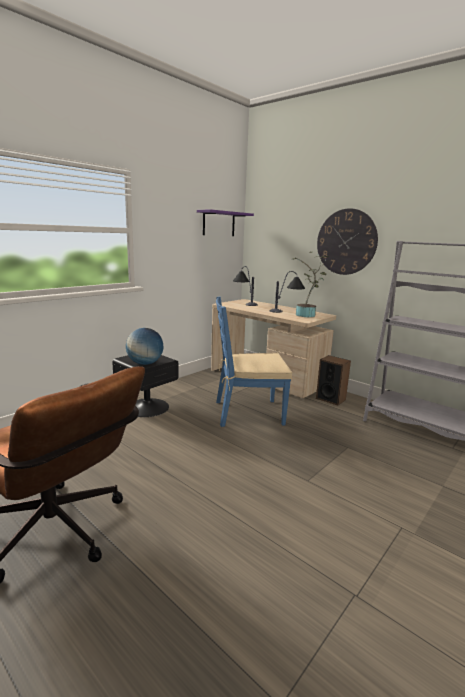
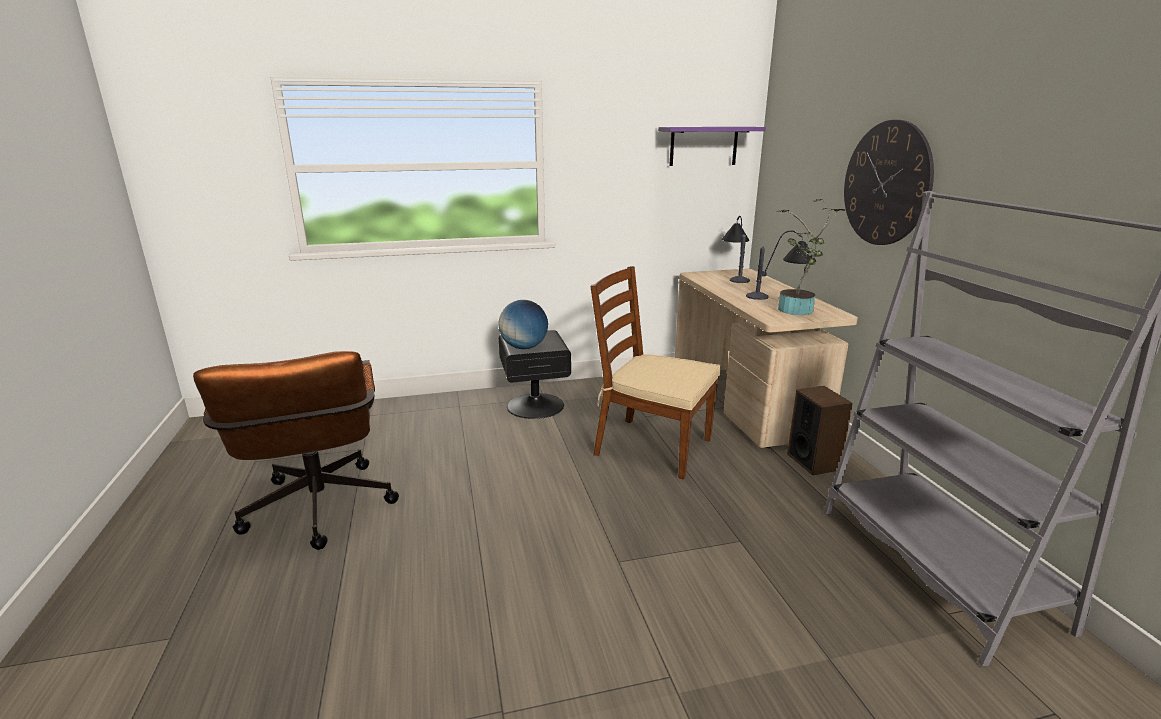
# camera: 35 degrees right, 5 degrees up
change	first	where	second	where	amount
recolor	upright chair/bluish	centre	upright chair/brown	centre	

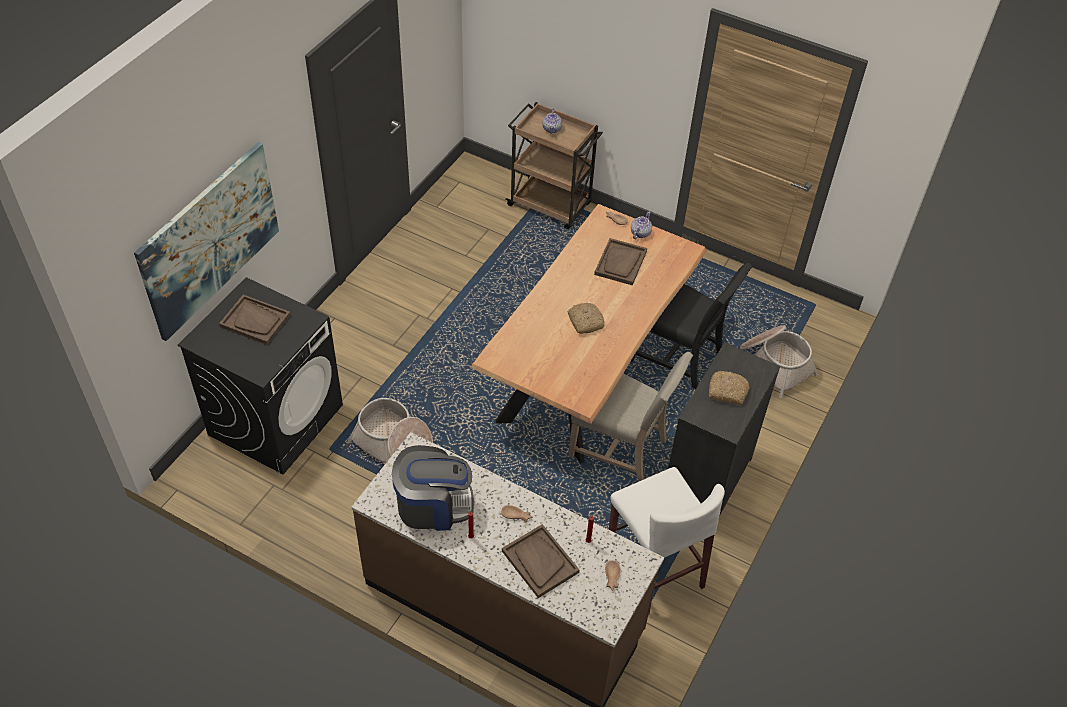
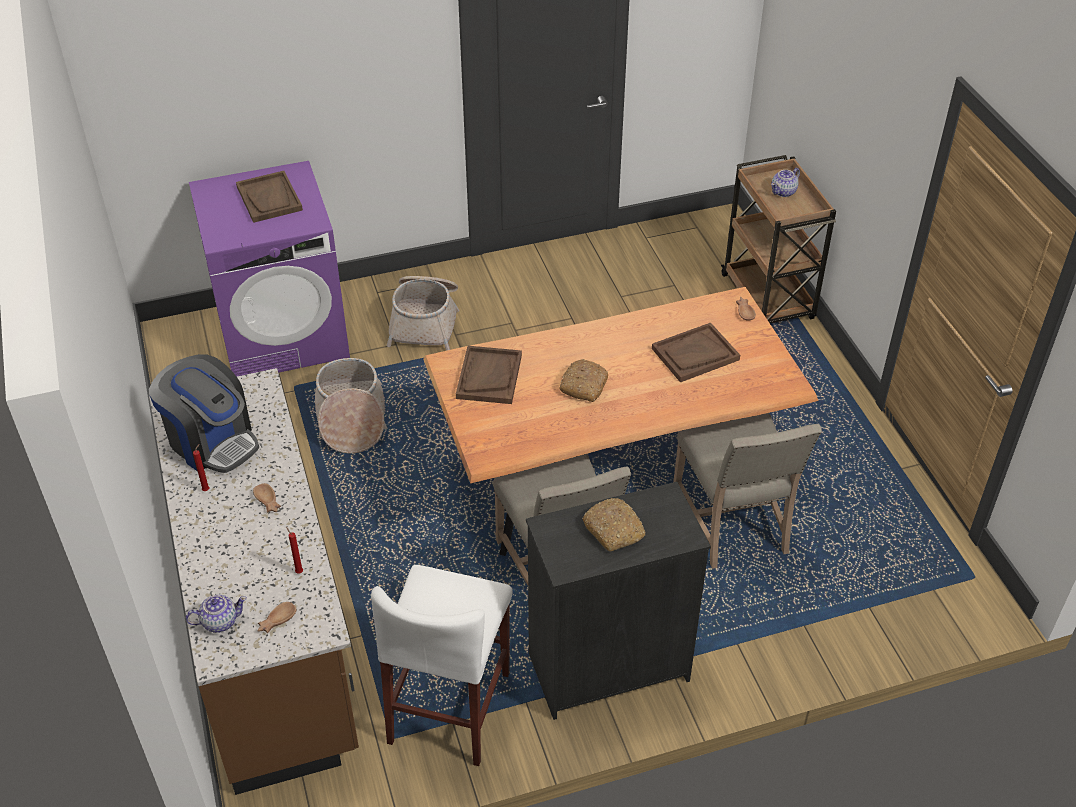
# camera: 45 degrees right, 5 degrees down
change	first	where	second	where	amount
delete	wall art	middle left			
move	teapot (2nd from left in the first image)	top centre	teapot (1st from left)	bottom left	
recolor	upright chair/black-coloured	centre	upright chair/beige-coloured (2nd from left)	middle right	
recolor	laundry appliance/black-coloured	middle left	laundry appliance/purple	middle left	
move	storage basket (2nd from left)	middle right		centre	
move	serving tray/brown (2nd from left)	bottom centre		centre	

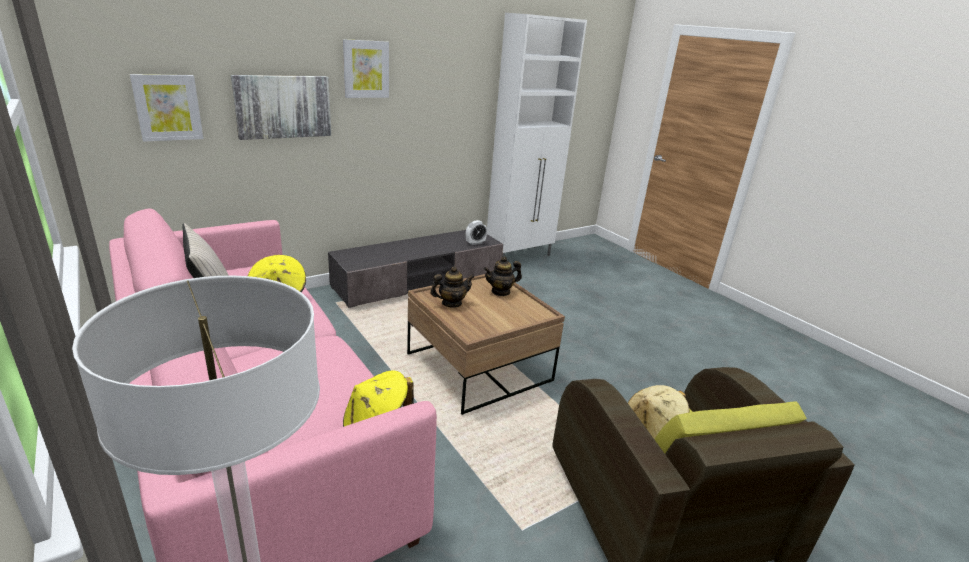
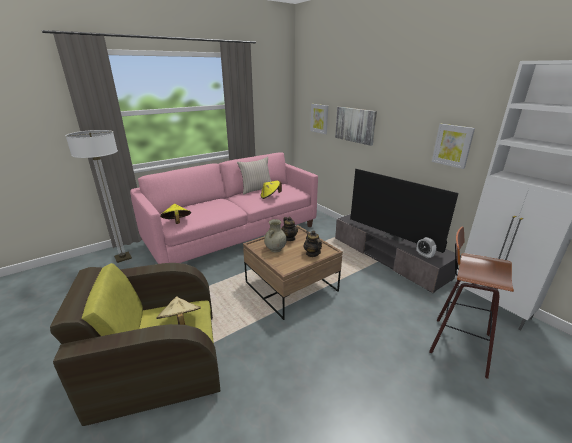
# camera: 90 degrees right, 0 degrees up
change	first	where	second	where	amount
move	wall art (3rd from left)	top centre		top right	
insert			television	middle right	
insert			flower vase/beige-coloured	centre	
insert			sitting stool	bottom right	

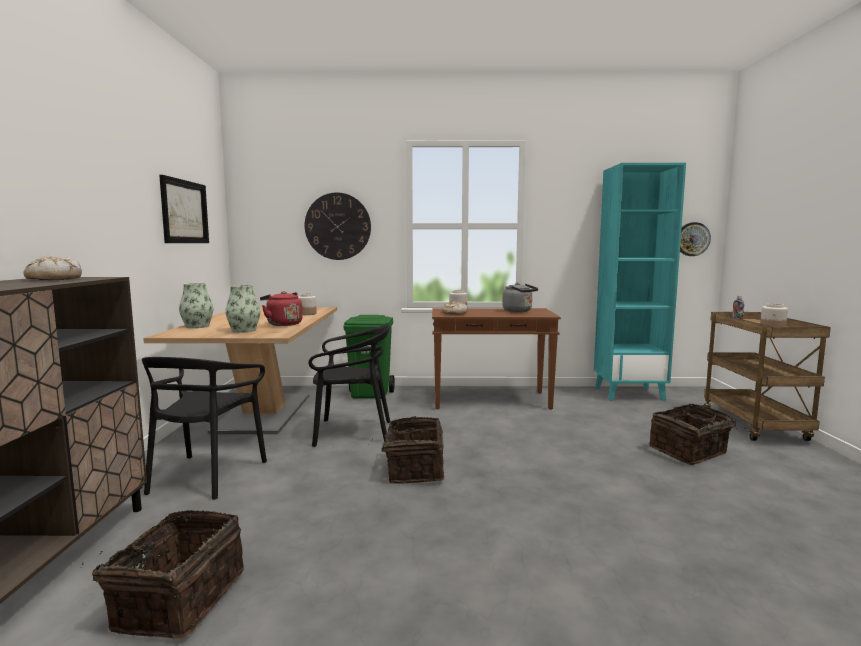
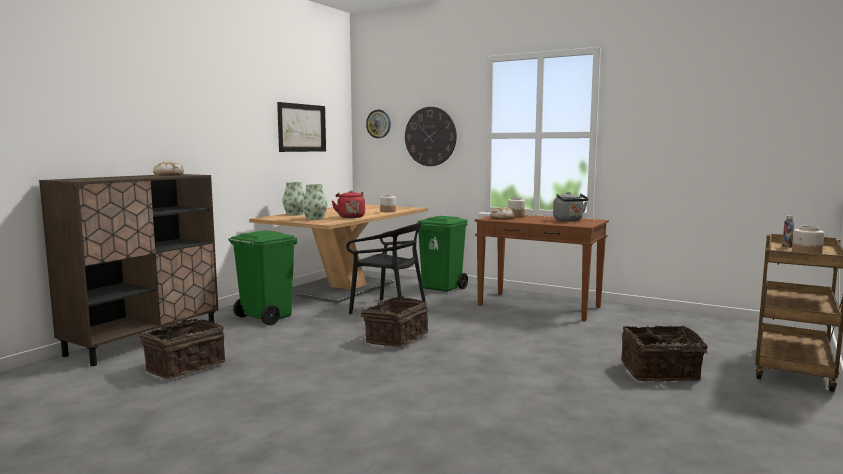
# camera: 30 degrees right, 0 degrees up
change	first	where	second	where	amount
delete	bookshelf/blue-green	middle right			
move	wall clock (2nd from left in the first image)	middle right	wall clock (1st from left)	top centre	
replace	upright chair/black-coloured (1st from left)	middle left	waste bin/green (1st from left)	middle left	

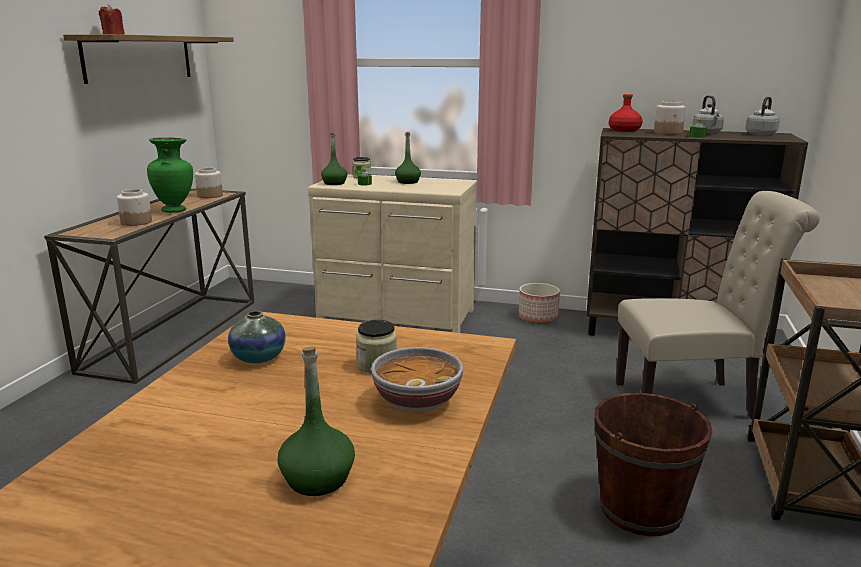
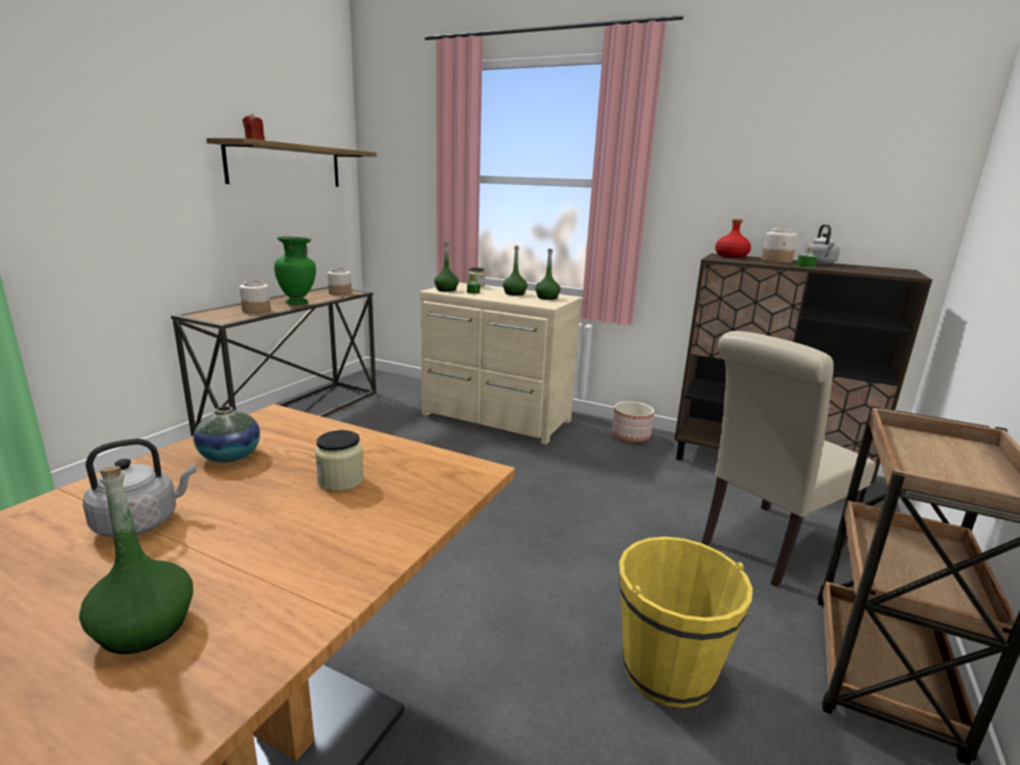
# camera: 10 degrees right, 0 degrees up
change	first	where	second	where	amount
move	kettle/greyish (2nd from left in the first image)	top right	kettle/greyish (1st from left)	middle left	
rotate	upright chair/beige-coloured	middle right		middle right	135 degrees clockwise
delete	serving bowl	bottom centre			
recolor	pail/brown	bottom right	pail/yellow-coloured	bottom right	
insert			drink bottle/green (4th from left)	centre	

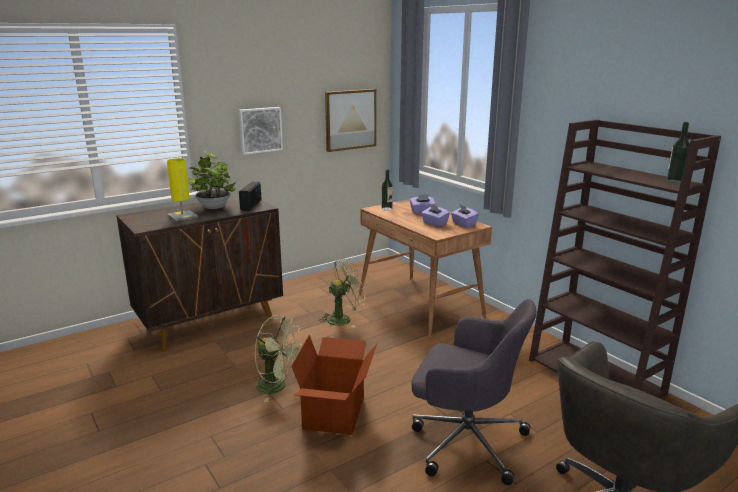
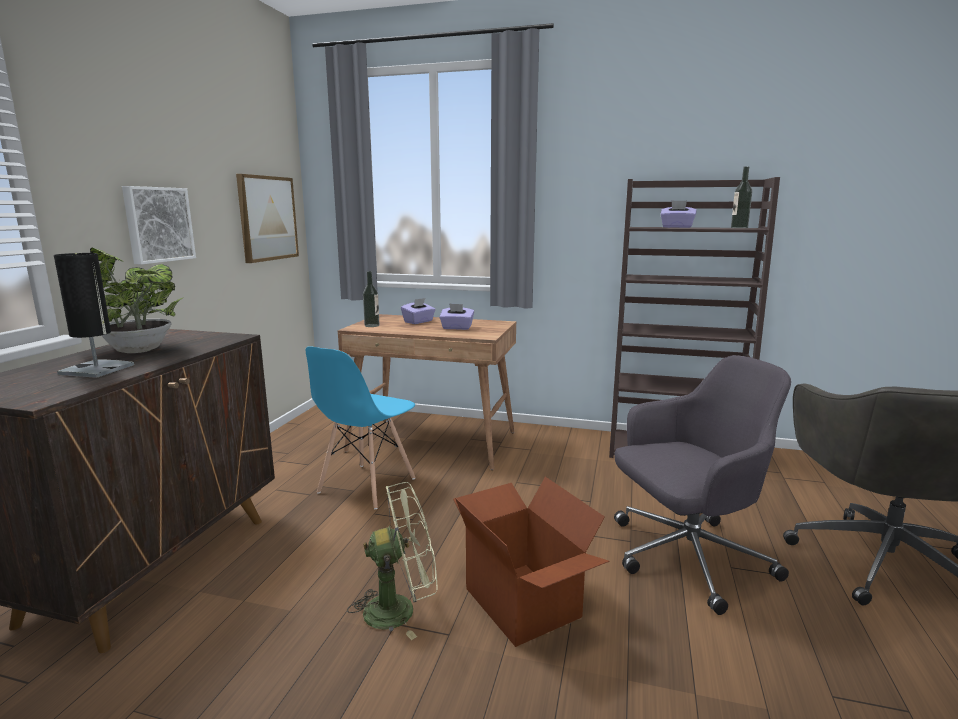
# camera: 40 degrees left, 5 degrees down
change	first	where	second	where	amount
recolor	lamp for a table/yellow-coloured	middle left	lamp for a table/black-coloured	middle left	
delete	radio	centre			
move	tissue box/purple (3rd from left)	centre		top right	
replace	fan/green (2nd from left)	centre	upright chair/bluish	centre	

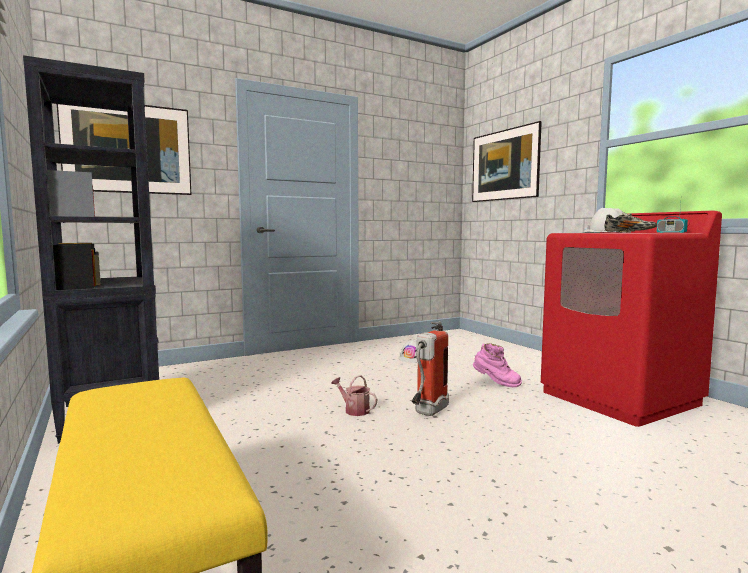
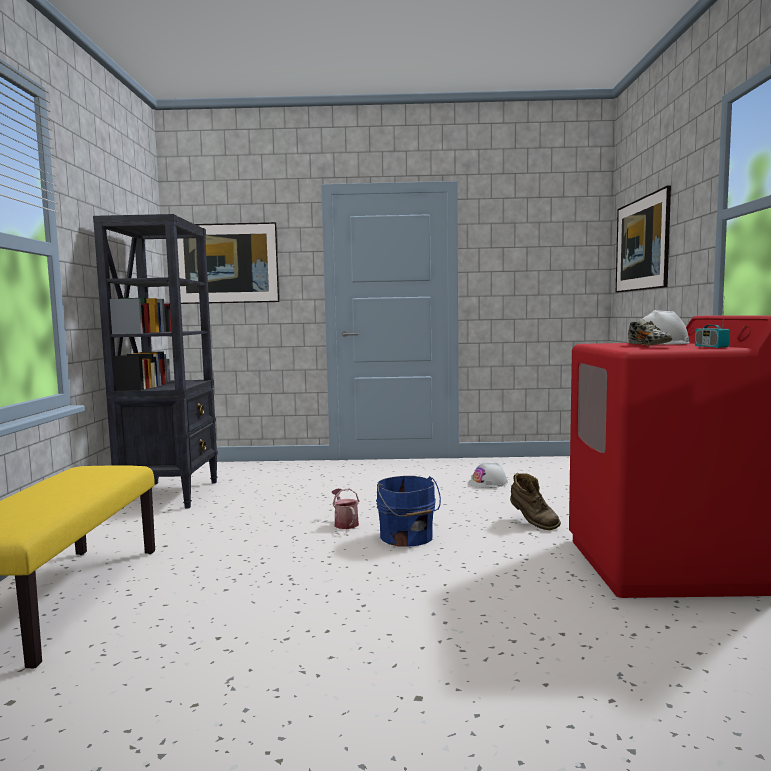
# camera: 30 degrees right, 0 degrees up
change	first	where	second	where	amount
replace	fire-fighting cylinder	centre	pail/bluish	centre	
recolor	high-top boot/pink-coloured	centre	high-top boot/brown	middle right	

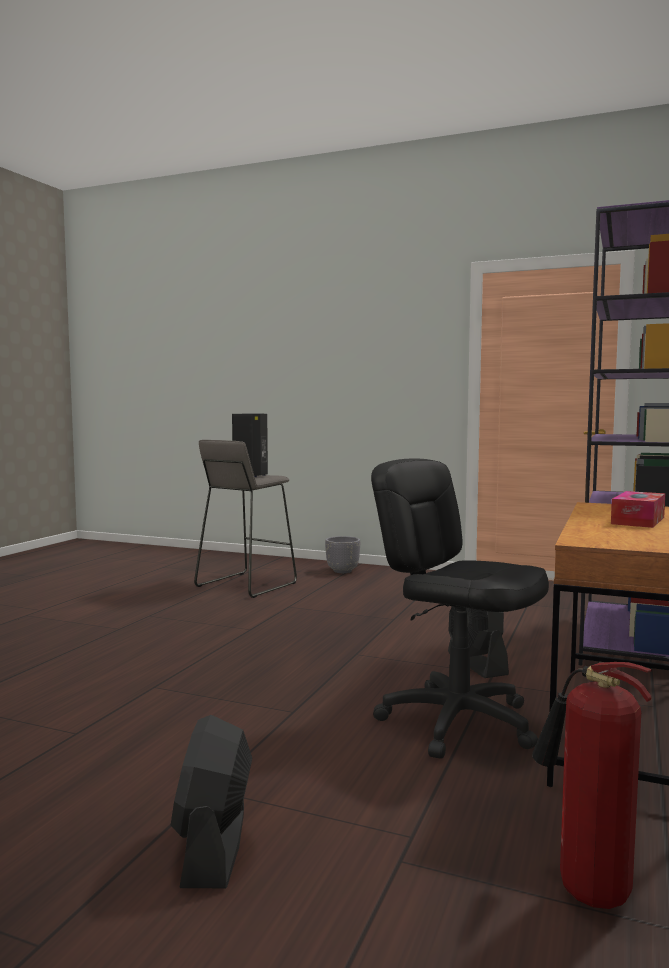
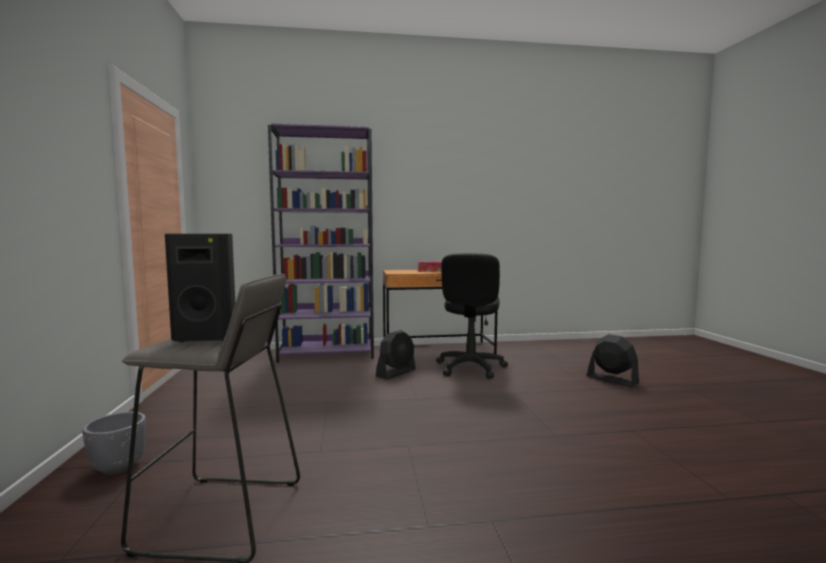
# camera: 120 degrees left, 0 degrees up
change	first	where	second	where	amount
delete	fire-fighting cylinder	bottom right			
rotate	fan/black-coloured (1st from left in the first image)	bottom left	fan/black-coloured (2nd from left)	middle right	105 degrees counterclockwise

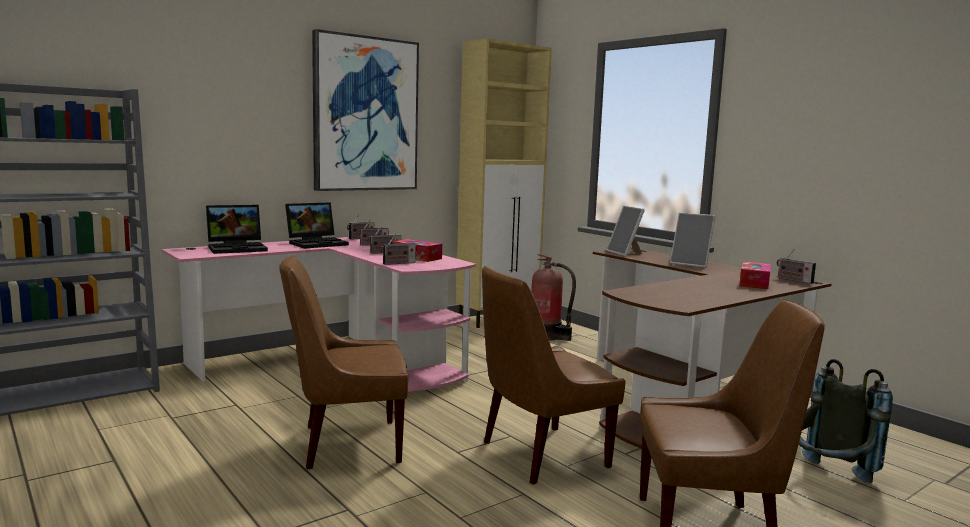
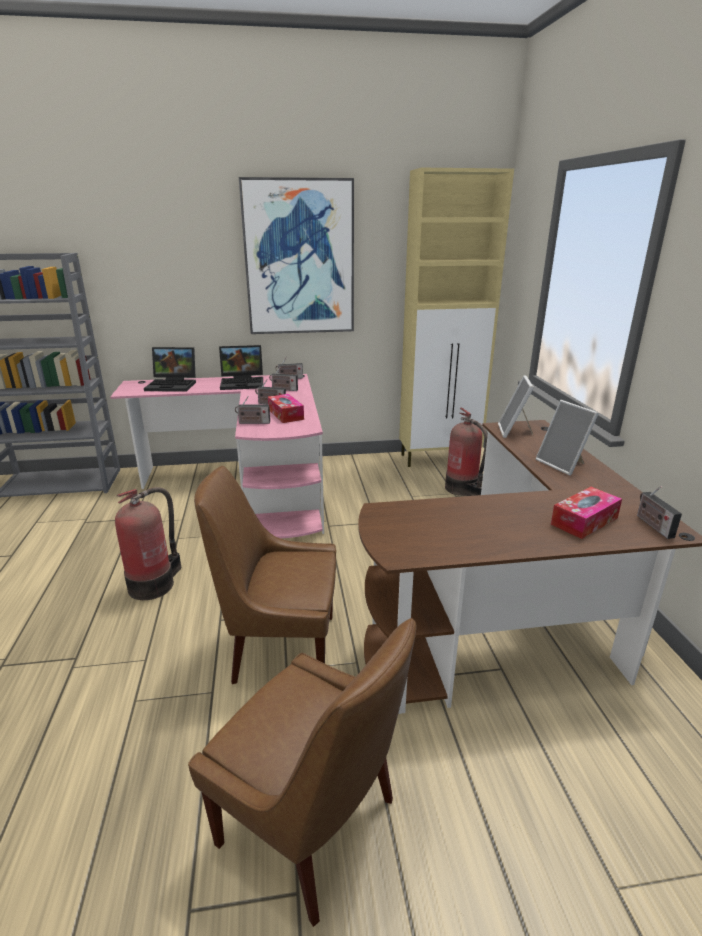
# camera: 30 degrees right, 15 degrees up
change	first	where	second	where	amount
replace	upright chair/brown (1st from left)	bottom centre	fire-fighting cylinder (1st from left)	middle left	
delete	knapsack/greyish	bottom right			

